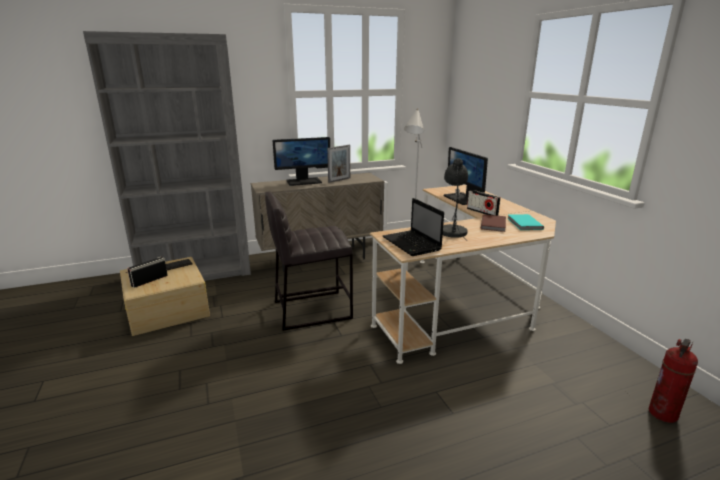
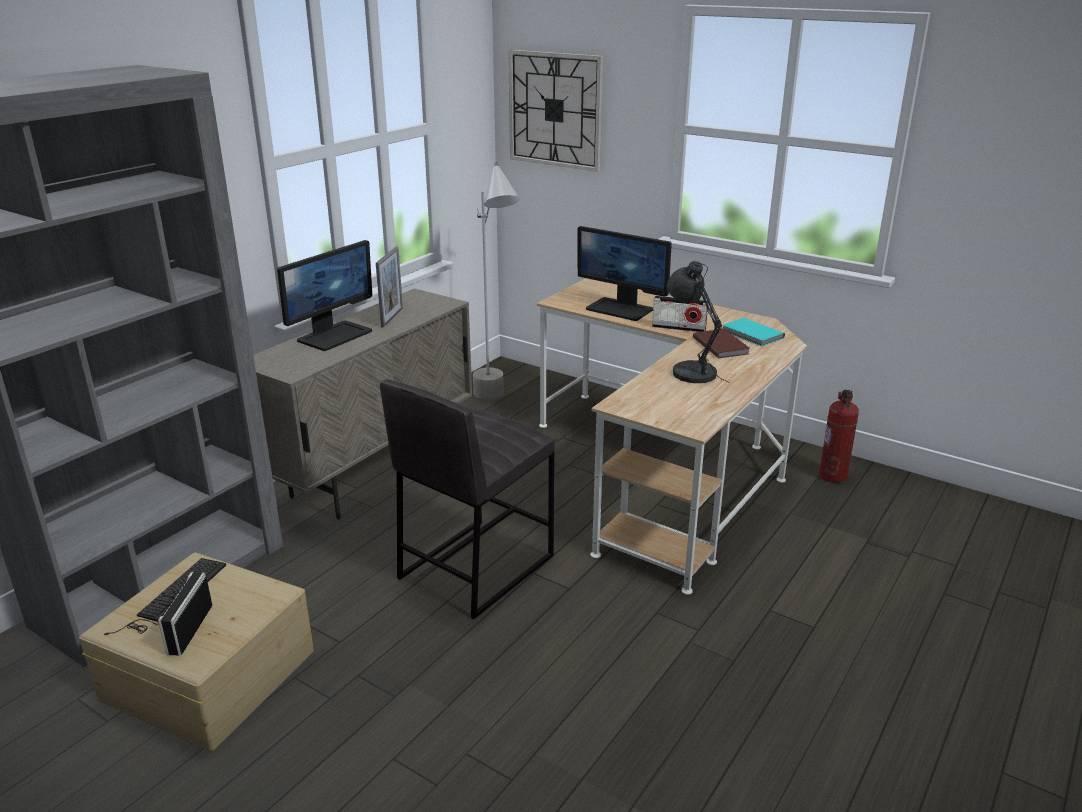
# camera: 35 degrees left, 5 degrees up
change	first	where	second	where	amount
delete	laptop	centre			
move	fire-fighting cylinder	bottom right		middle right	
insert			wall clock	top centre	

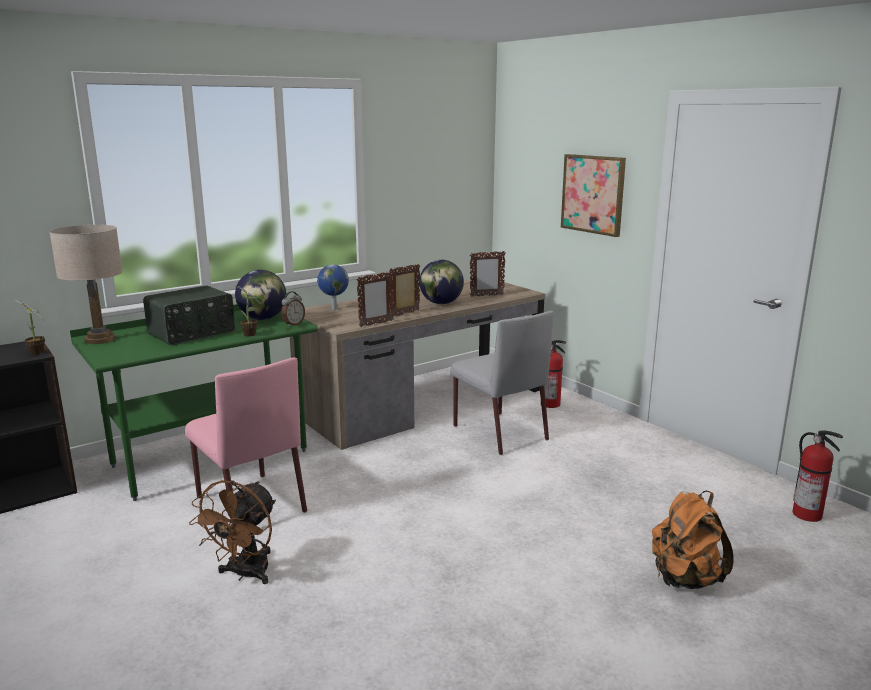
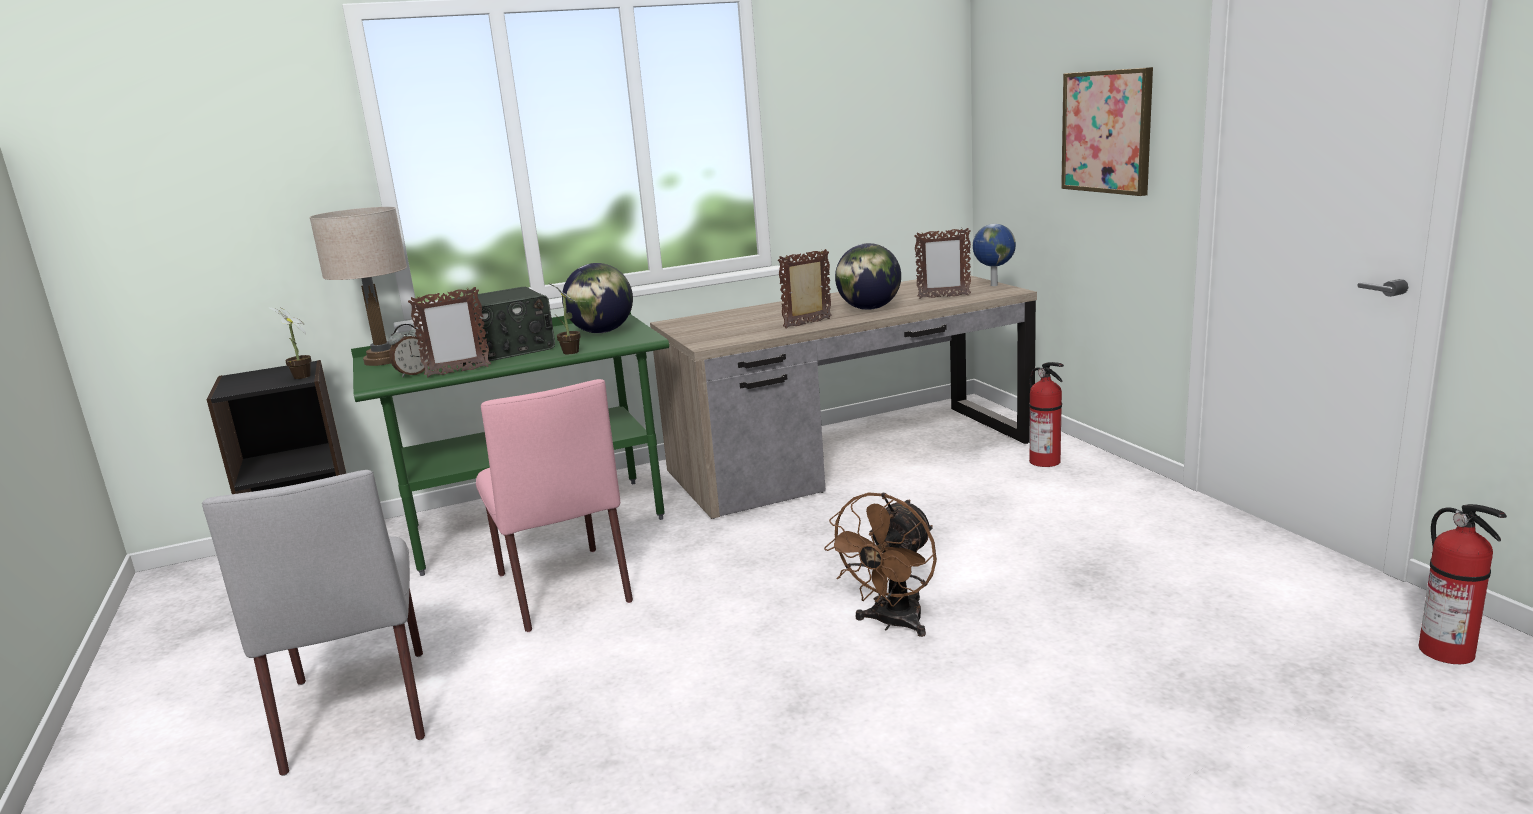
# camera: 15 degrees right, 0 degrees up
change	first	where	second	where	amount
move	desk globe (2nd from left in the first image)	centre	desk globe (3rd from left)	top centre	
move	standing frame (1st from left)	centre		middle left	
move	table clock	centre		middle left	
move	upright chair/greyish	centre		bottom left	
move	fan/brown	bottom left		bottom centre	
delete	knapsack/orange-coloured	bottom right			

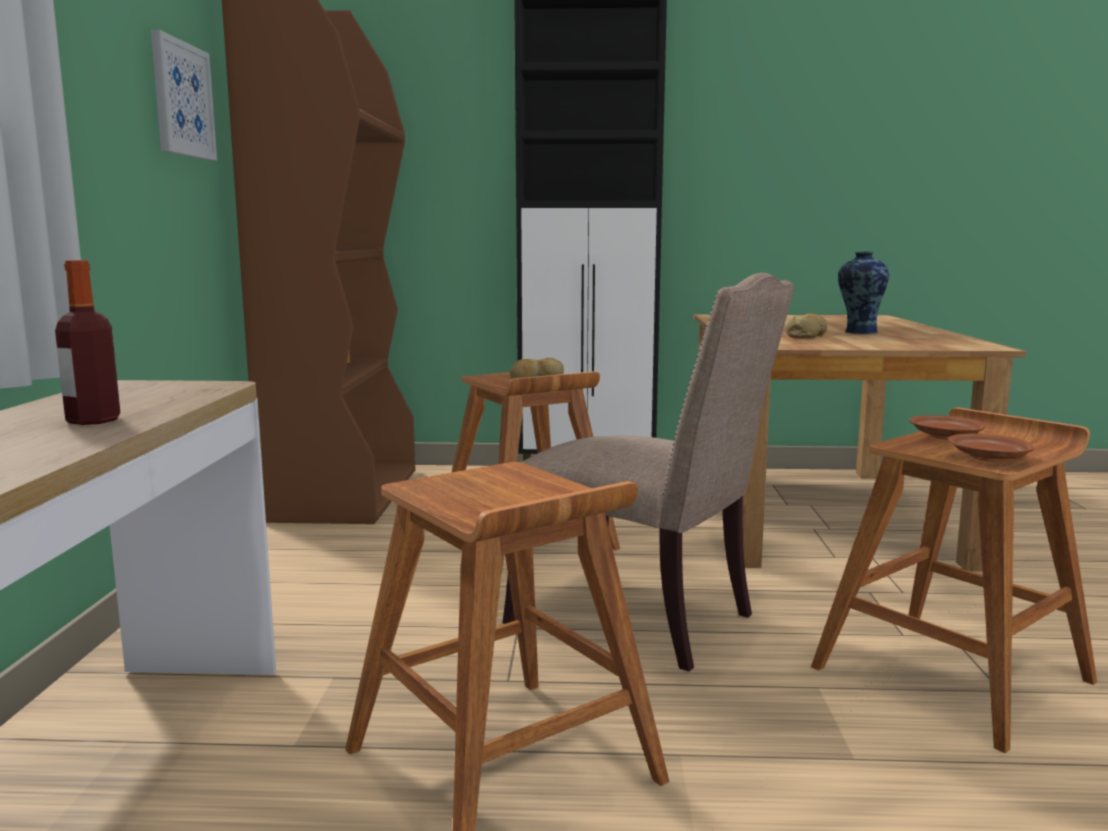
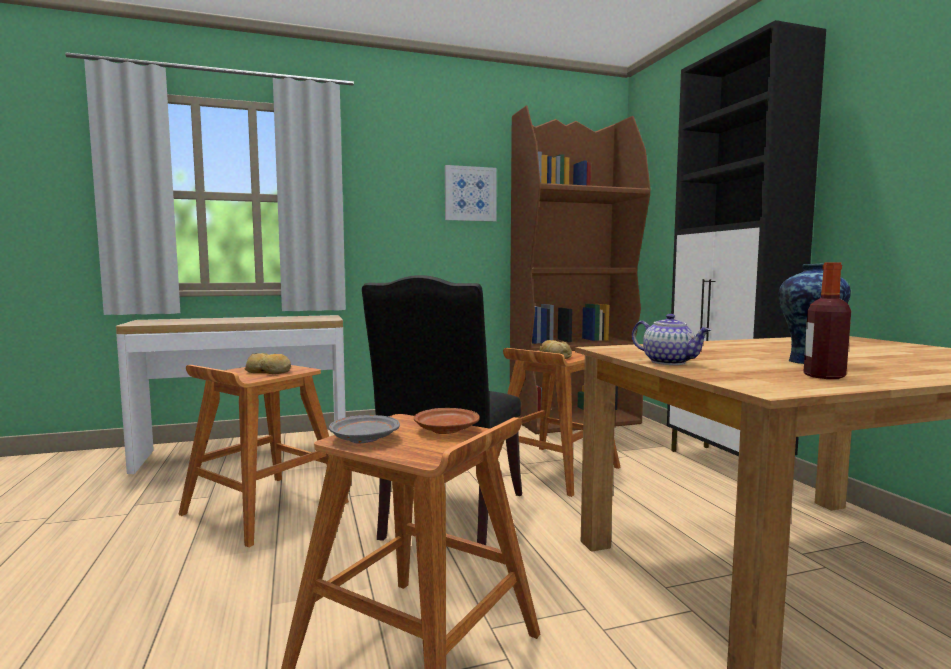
# camera: 70 degrees right, 5 degrees down
change	first	where	second	where	amount
move	drink bottle	middle left		middle right	
recolor	upright chair/beige-coloured	centre	upright chair/black-coloured	centre	
move	bread (2nd from left in the first image)	middle right	bread (1st from left)	middle left	
recolor	flat dish/brown (2nd from left)	middle right	flat dish/greyish	centre	
insert			teapot	middle right	

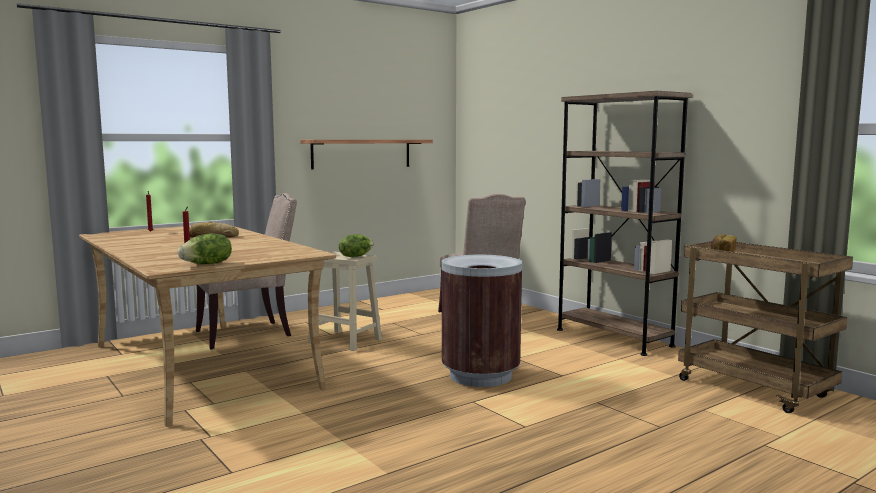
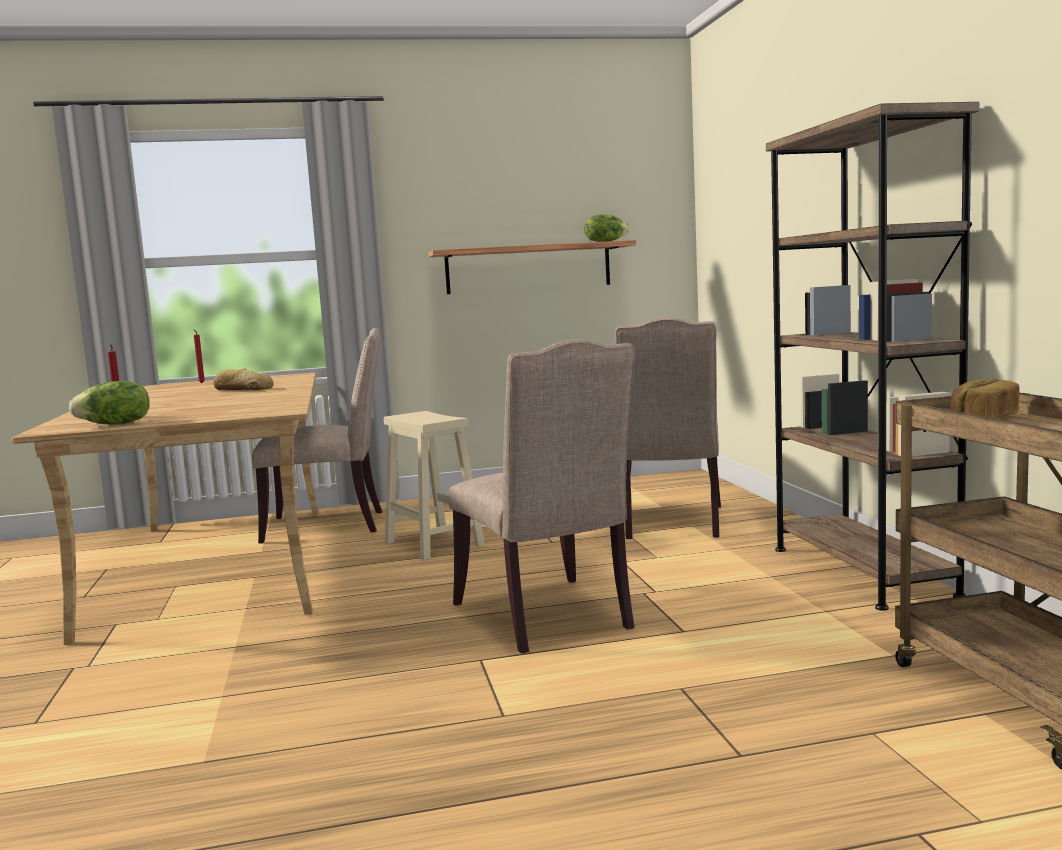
# camera: 25 degrees right, 0 degrees up
change	first	where	second	where	amount
move	lettuce head (2nd from left)	centre		top centre	
replace	waste bin/brown	centre	upright chair/beige-coloured (2nd from left)	centre	

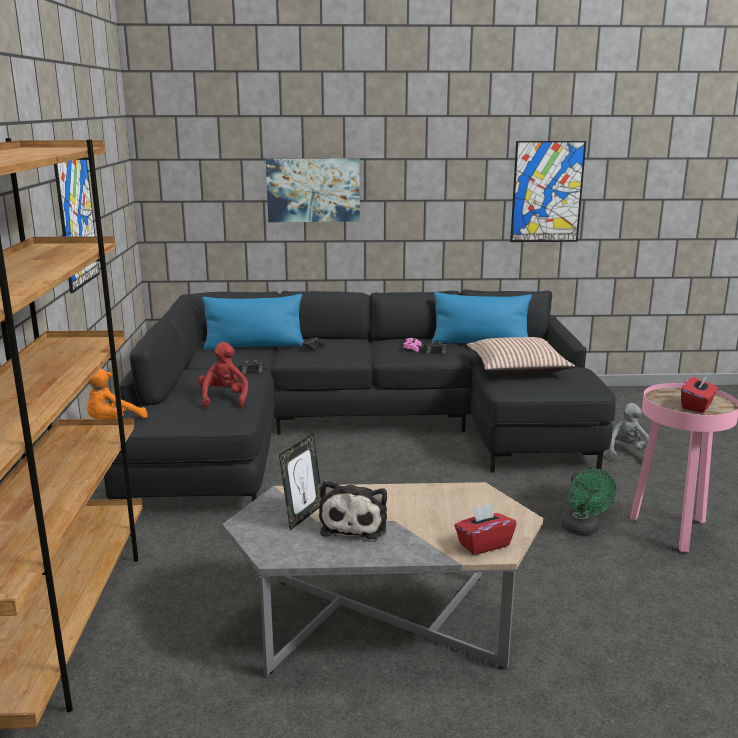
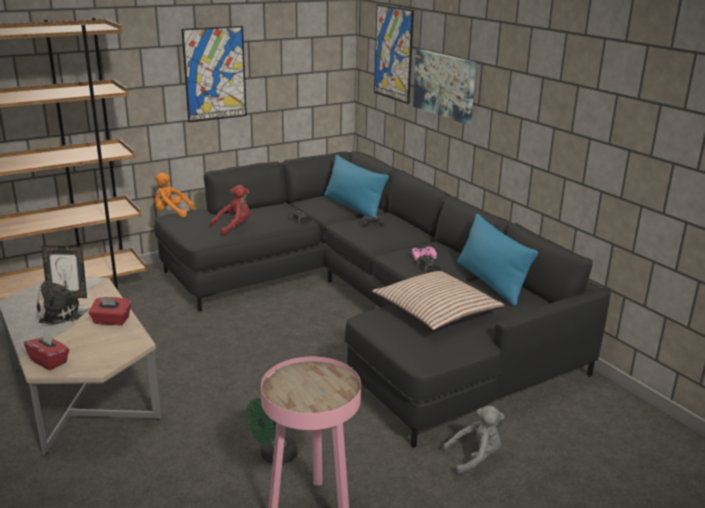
# camera: 60 degrees right, 5 degrees up
change	first	where	second	where	amount
move	wall art (3rd from left in the first image)	top right	wall art (2nd from left)	top centre	
move	tissue box/red (2nd from left)	middle right		middle left	

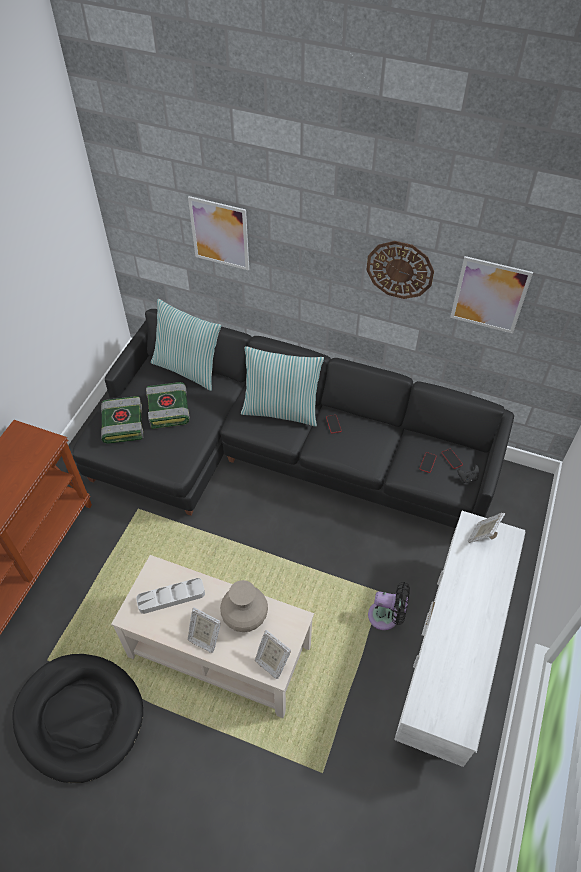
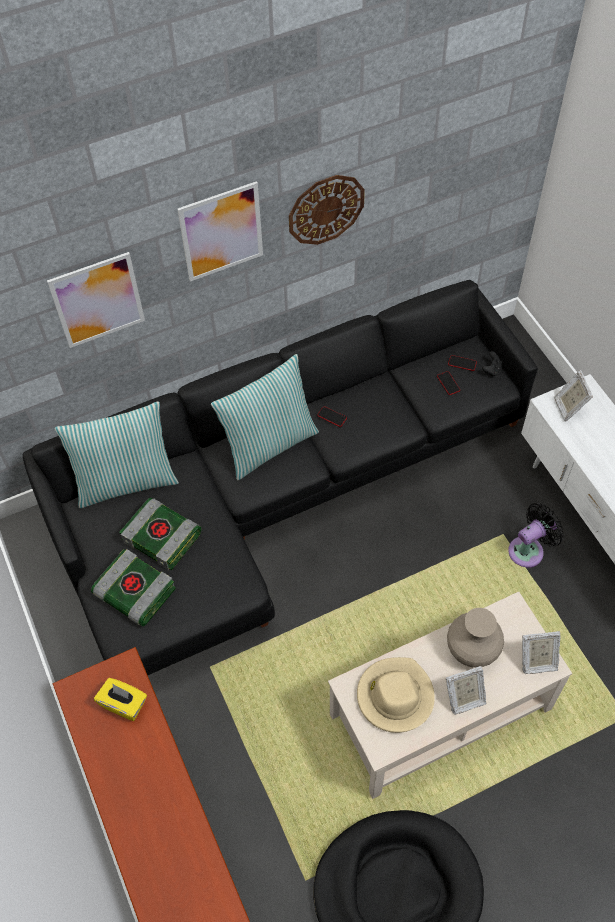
# camera: 45 degrees left, 5 degrees up
change	first	where	second	where	amount
move	wall art (2nd from left)	middle right		top centre	
replace	serving tray/greyish	bottom left	wearable hat/beige-coloured	bottom centre	
insert			tissue box/yellow-coloured	bottom left	

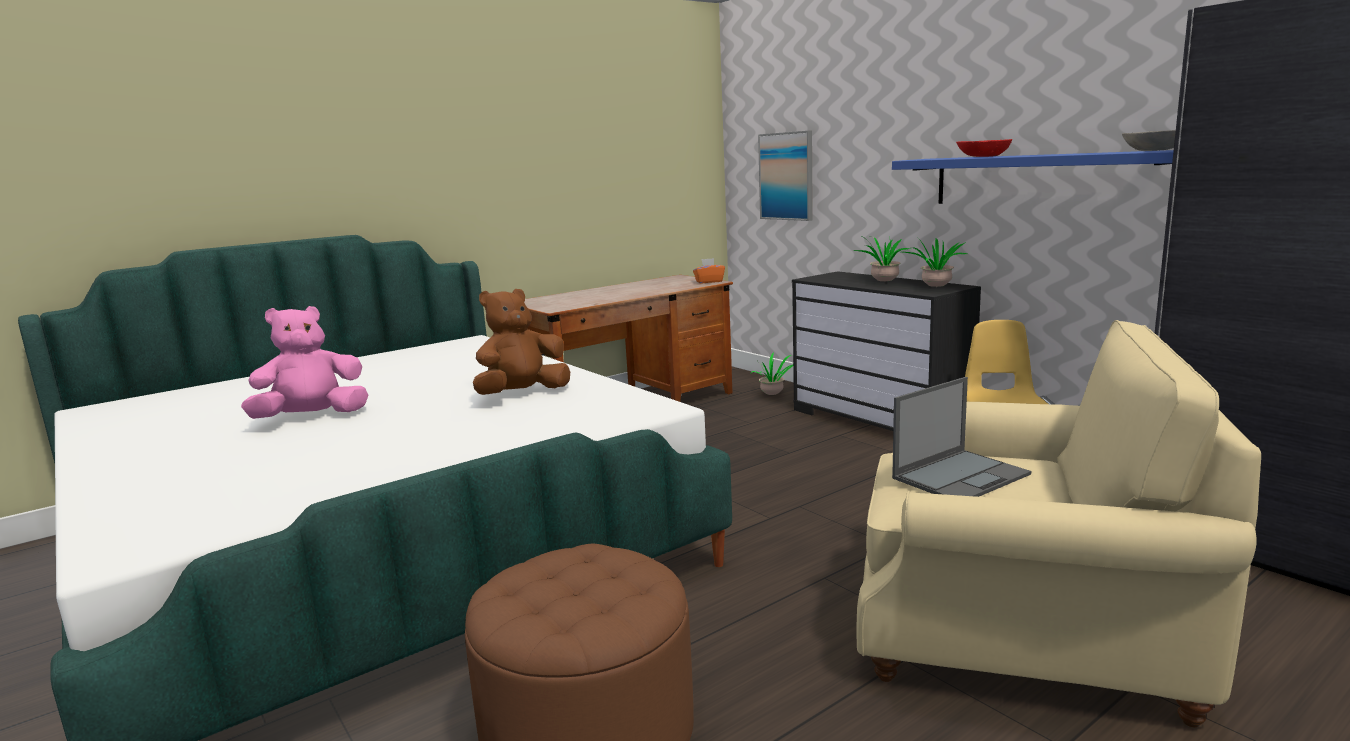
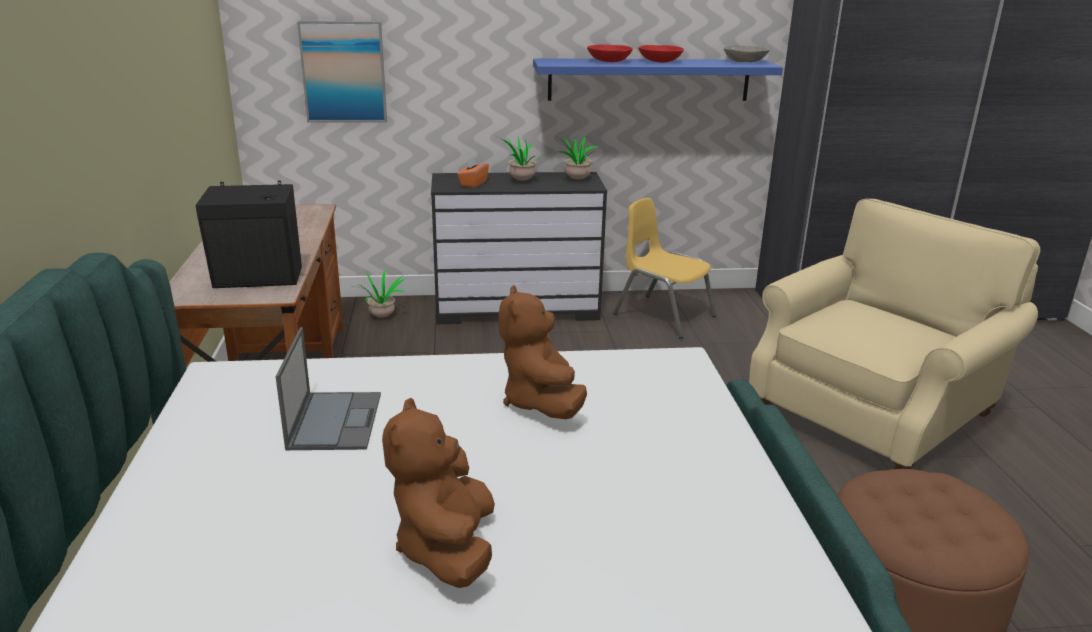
# camera: 60 degrees left, 10 degrees up
change	first	where	second	where	amount
move	tissue box/orange-coloured	centre		top centre	
recolor	cuddly toy/pink-coloured	middle left	cuddly toy/brown (1st from left)	bottom centre	
move	laptop	middle right		middle left	
insert			serving bowl/red (2nd from left)	top centre	
insert			speaker/black-coloured	middle left	

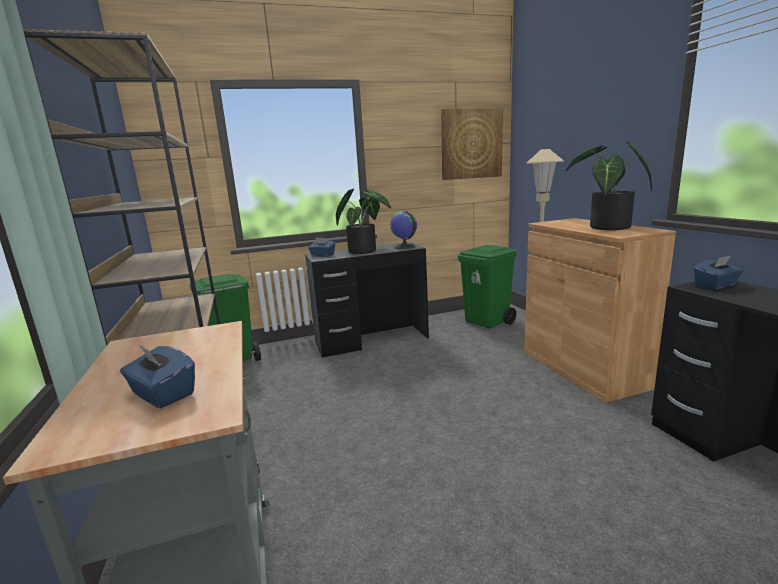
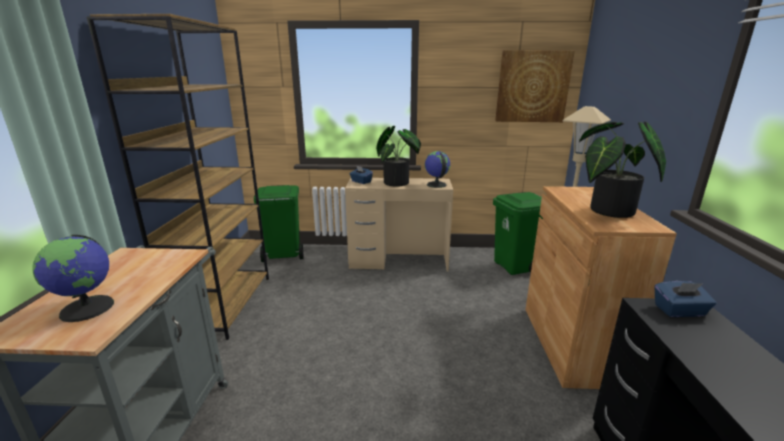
# camera: 20 degrees right, 5 degrees up
change	first	where	second	where	amount
recolor	desk/black-coloured (1st from left)	centre	desk/beige-coloured	centre	
replace	tissue box/bluish (1st from left)	middle left	desk globe (1st from left)	middle left	

